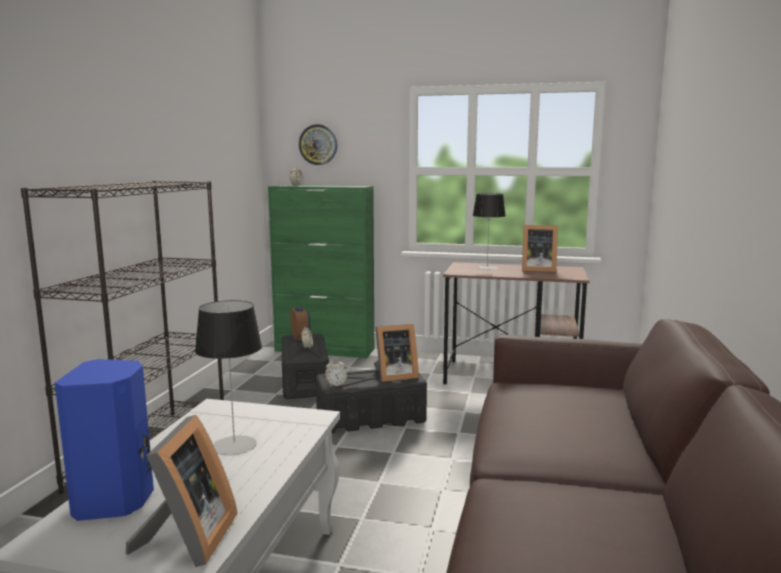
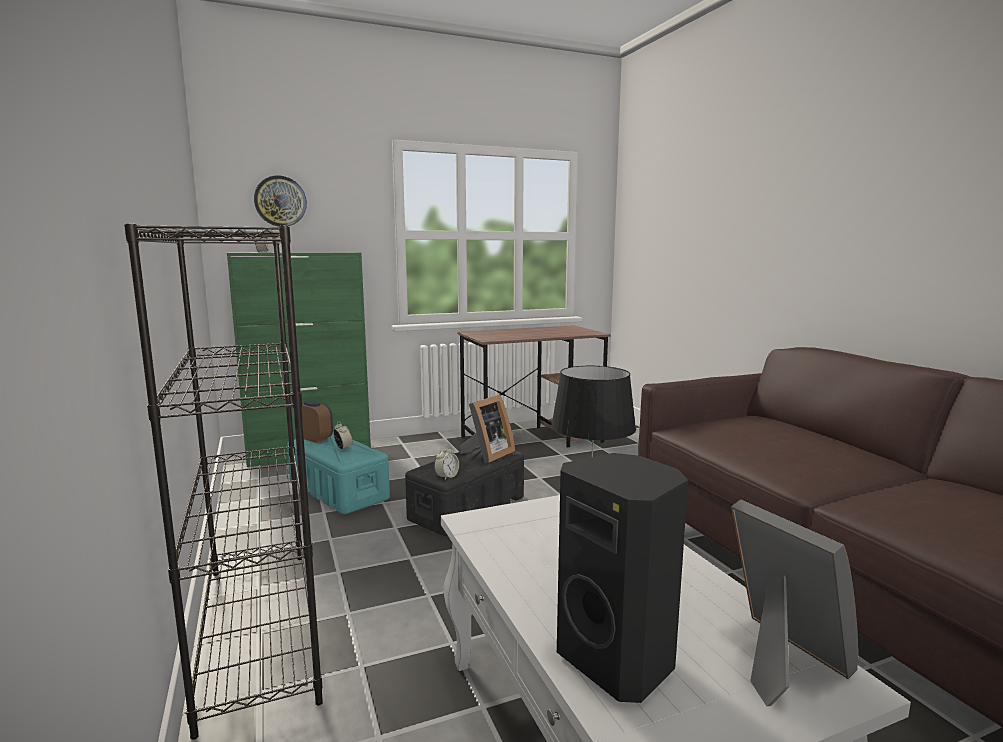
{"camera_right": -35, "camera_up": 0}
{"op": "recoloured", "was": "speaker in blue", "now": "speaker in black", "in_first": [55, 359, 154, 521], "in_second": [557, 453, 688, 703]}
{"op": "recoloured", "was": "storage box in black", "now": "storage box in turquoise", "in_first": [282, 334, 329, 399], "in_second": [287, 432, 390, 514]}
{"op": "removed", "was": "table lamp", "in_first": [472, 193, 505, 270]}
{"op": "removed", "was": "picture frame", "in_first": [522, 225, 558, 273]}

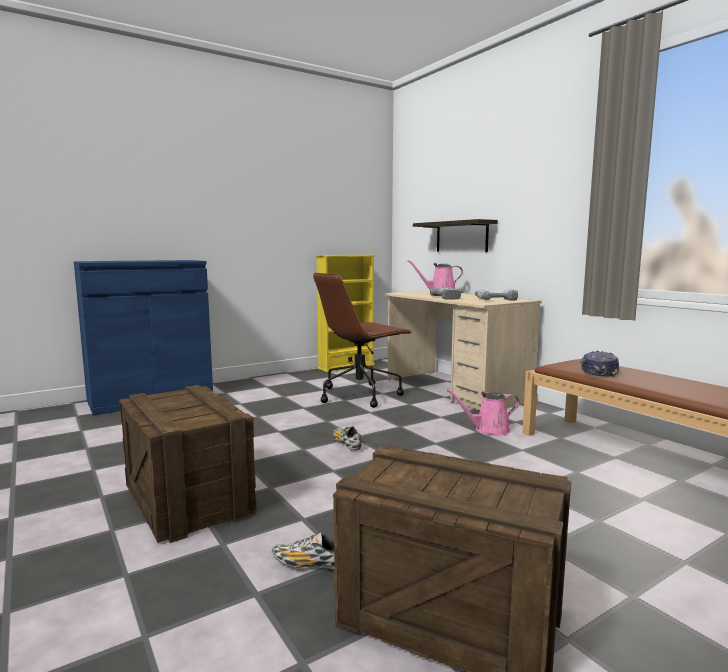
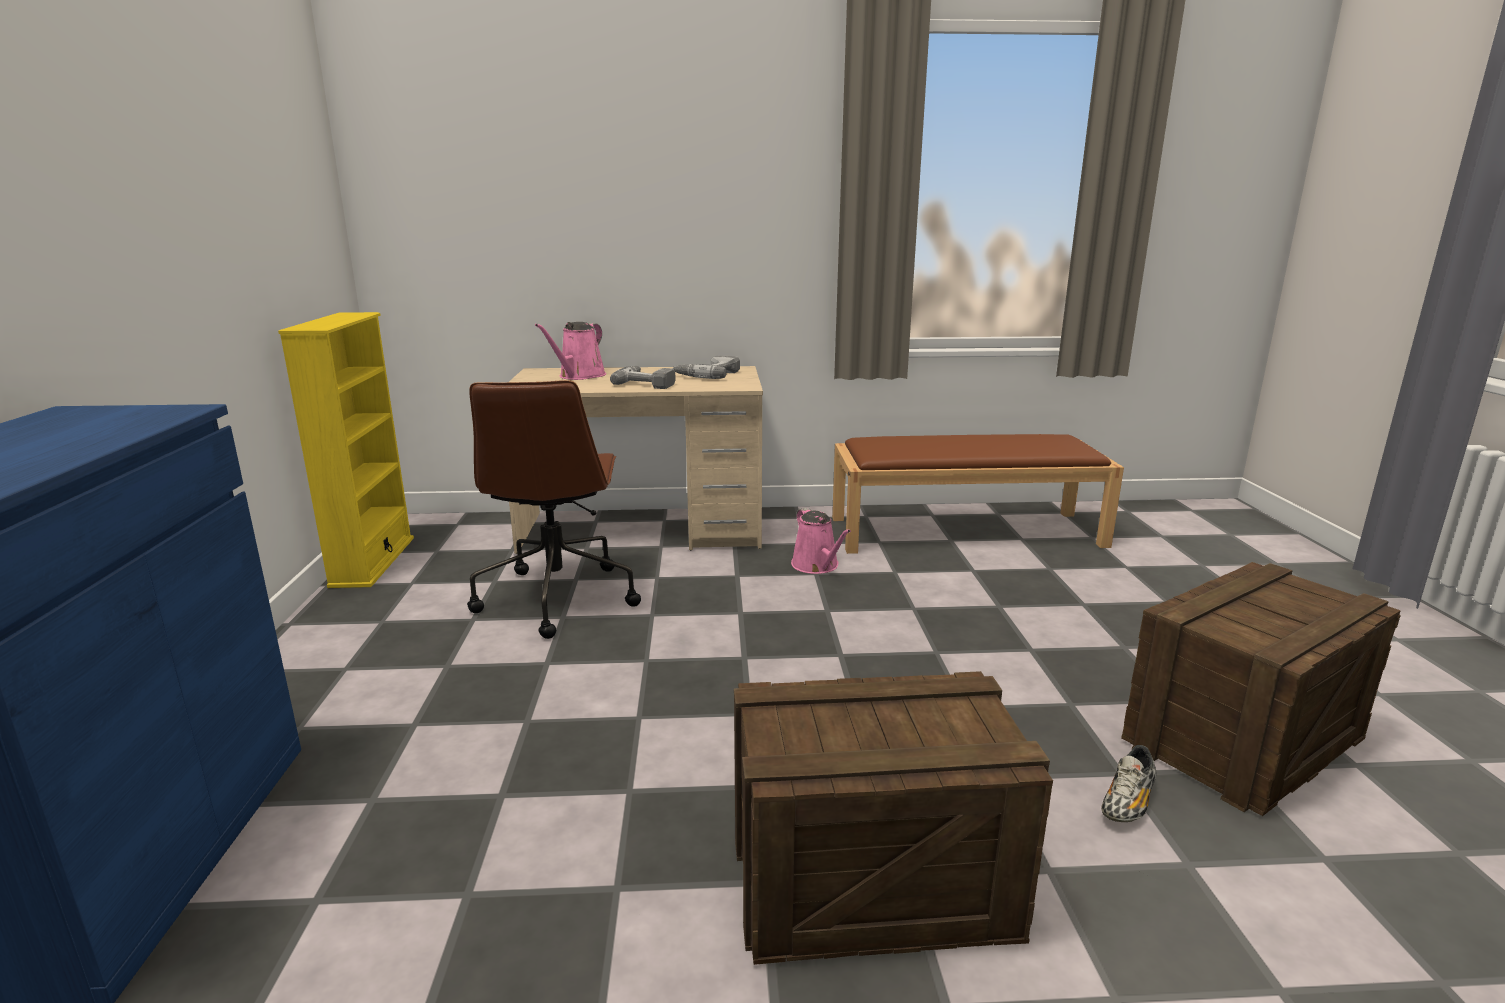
{"camera_right": -60, "camera_up": 10}
{"op": "removed", "was": "shoe", "in_first": [333, 426, 361, 450]}
{"op": "removed", "was": "shelf", "in_first": [413, 219, 498, 252]}
{"op": "turned", "was": "watering can in pink", "in_first": [447, 389, 519, 435], "in_second": [791, 508, 851, 574], "clockwise": -45}
{"op": "removed", "was": "cap", "in_first": [580, 351, 620, 378]}

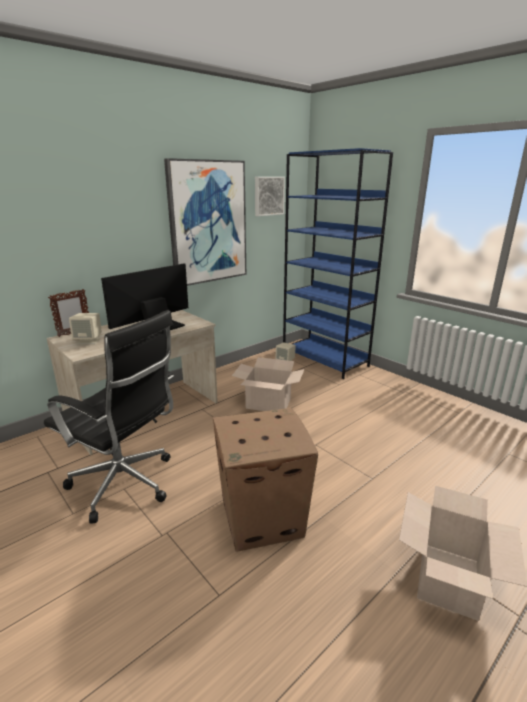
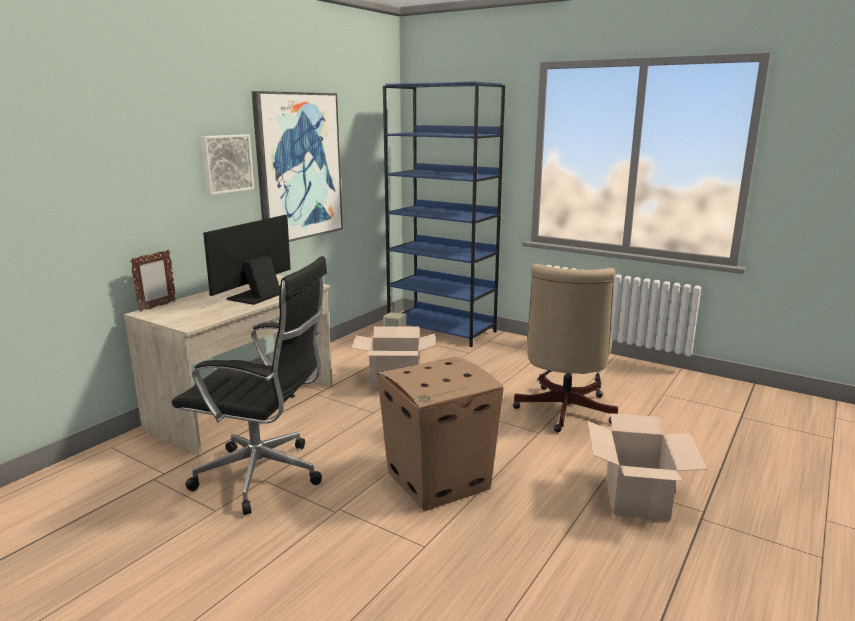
{"camera_right": -15, "camera_up": -5}
{"op": "removed", "was": "speaker in beige", "in_first": [69, 313, 102, 344]}
{"op": "moved", "was": "picture", "in_first": [255, 177, 285, 216], "in_second": [201, 134, 254, 195]}
{"op": "added", "now": "office chair in beige", "in_second": [513, 264, 618, 432]}

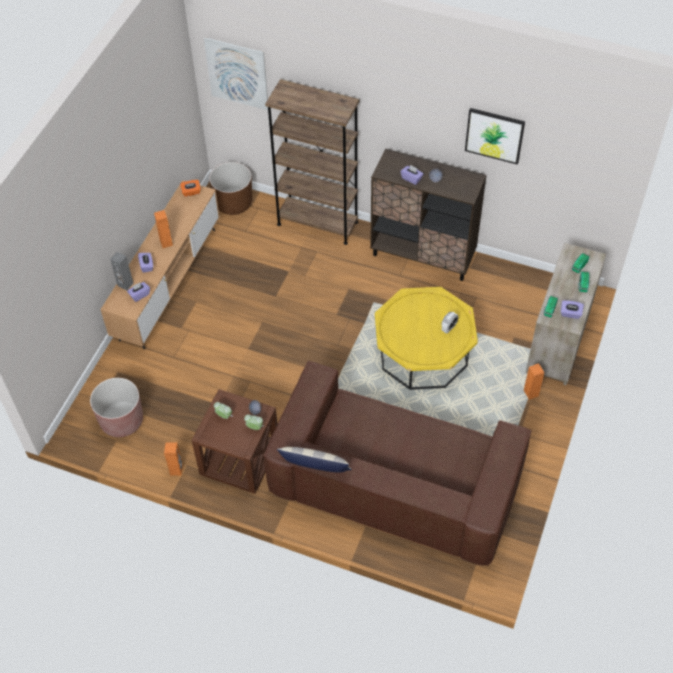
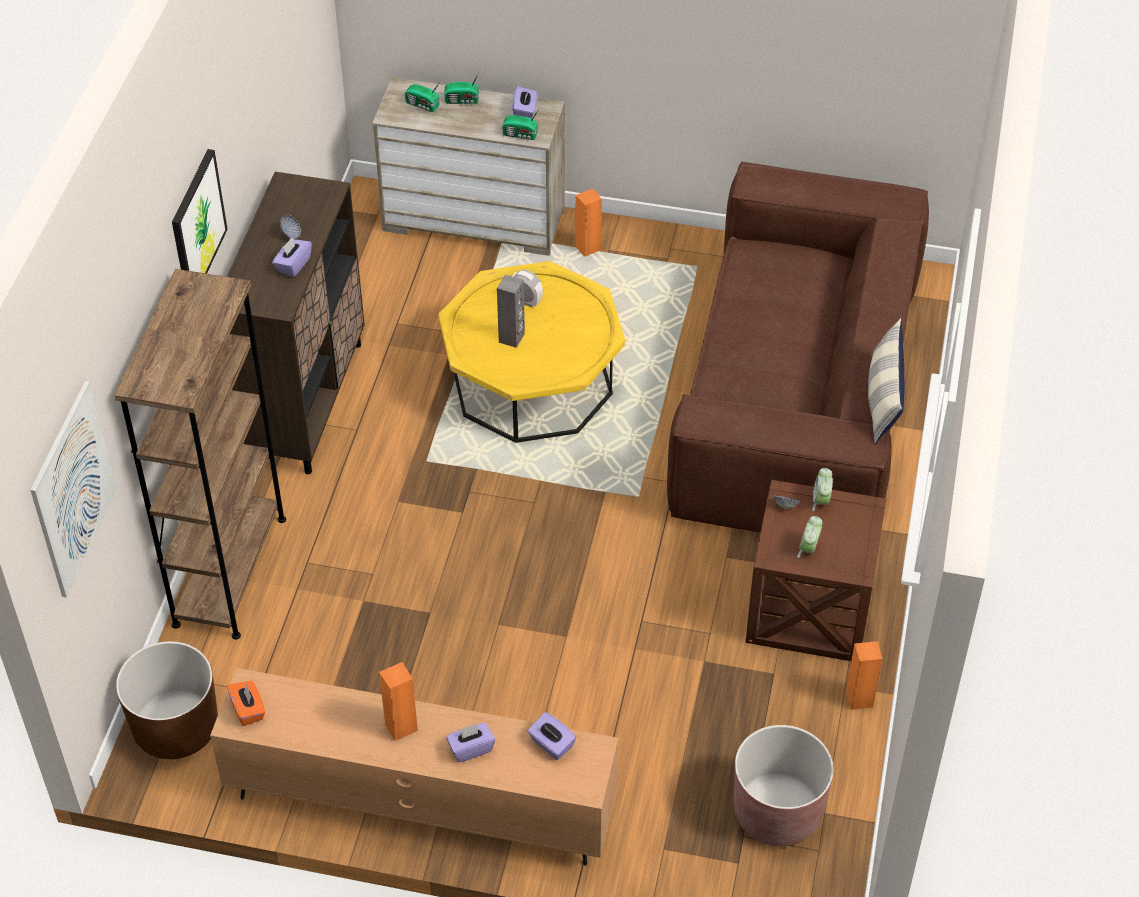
{"camera_right": -100, "camera_up": -5}
{"op": "moved", "was": "speaker in grey", "in_first": [110, 252, 134, 290], "in_second": [497, 275, 525, 348]}
{"op": "moved", "was": "picture", "in_first": [465, 108, 525, 165], "in_second": [172, 149, 228, 274]}

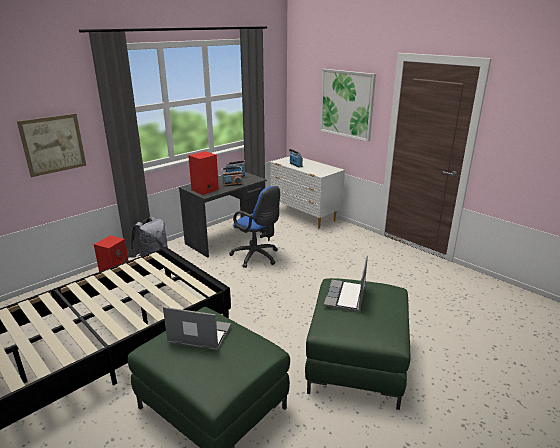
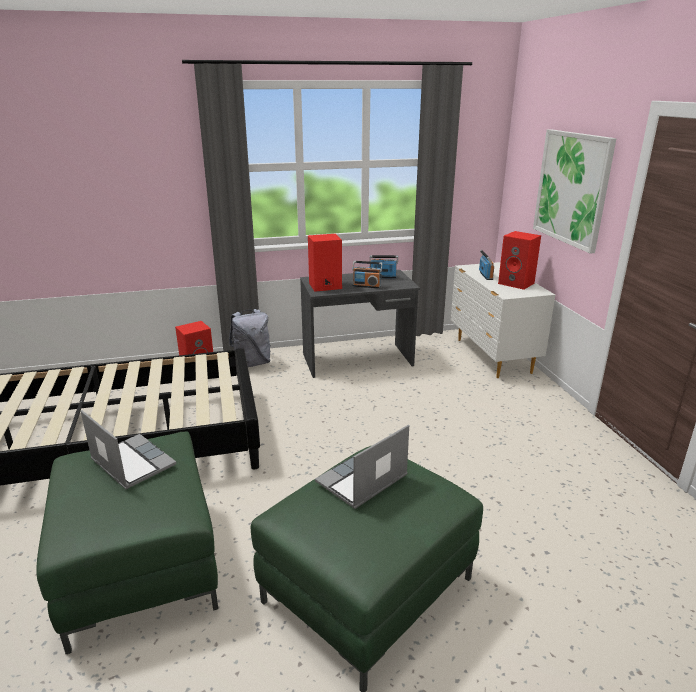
{"camera_right": 30, "camera_up": 0}
{"op": "removed", "was": "picture", "in_first": [17, 113, 86, 177]}
{"op": "removed", "was": "office chair in blue", "in_first": [229, 186, 280, 268]}
{"op": "added", "now": "speaker in red", "in_second": [498, 231, 541, 290]}

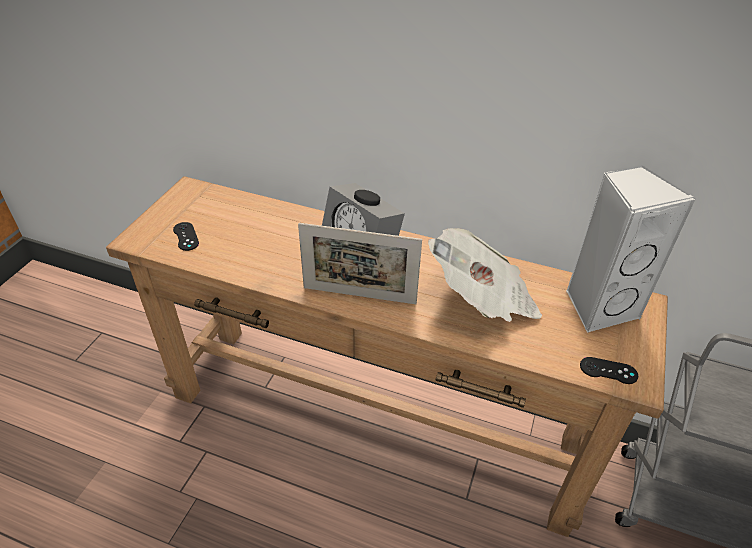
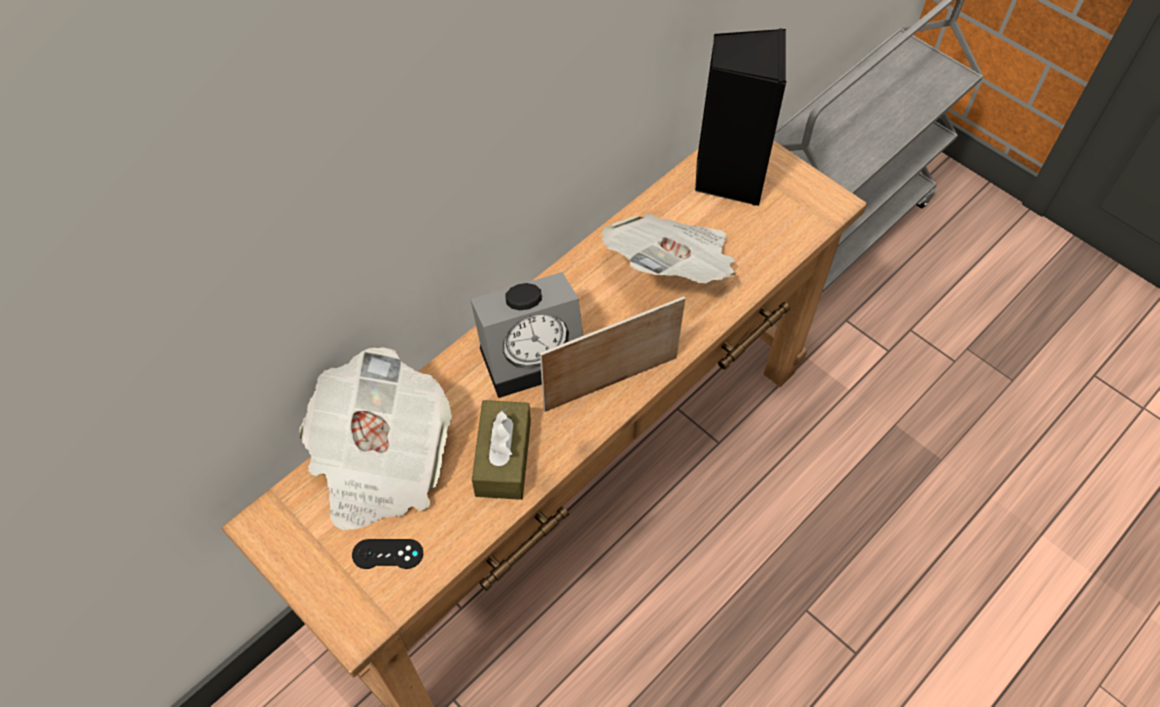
{"camera_right": -65, "camera_up": 15}
{"op": "turned", "was": "picture frame", "in_first": [298, 223, 422, 304], "in_second": [540, 296, 686, 412], "clockwise": -150}
{"op": "recoloured", "was": "speaker in white", "now": "speaker in black", "in_first": [566, 165, 695, 333], "in_second": [695, 29, 786, 206]}
{"op": "removed", "was": "game controller in black", "in_first": [580, 357, 638, 384]}
{"op": "added", "now": "newspaper", "in_second": [300, 347, 452, 531]}
{"op": "added", "now": "tissue box in brown", "in_second": [472, 400, 531, 500]}

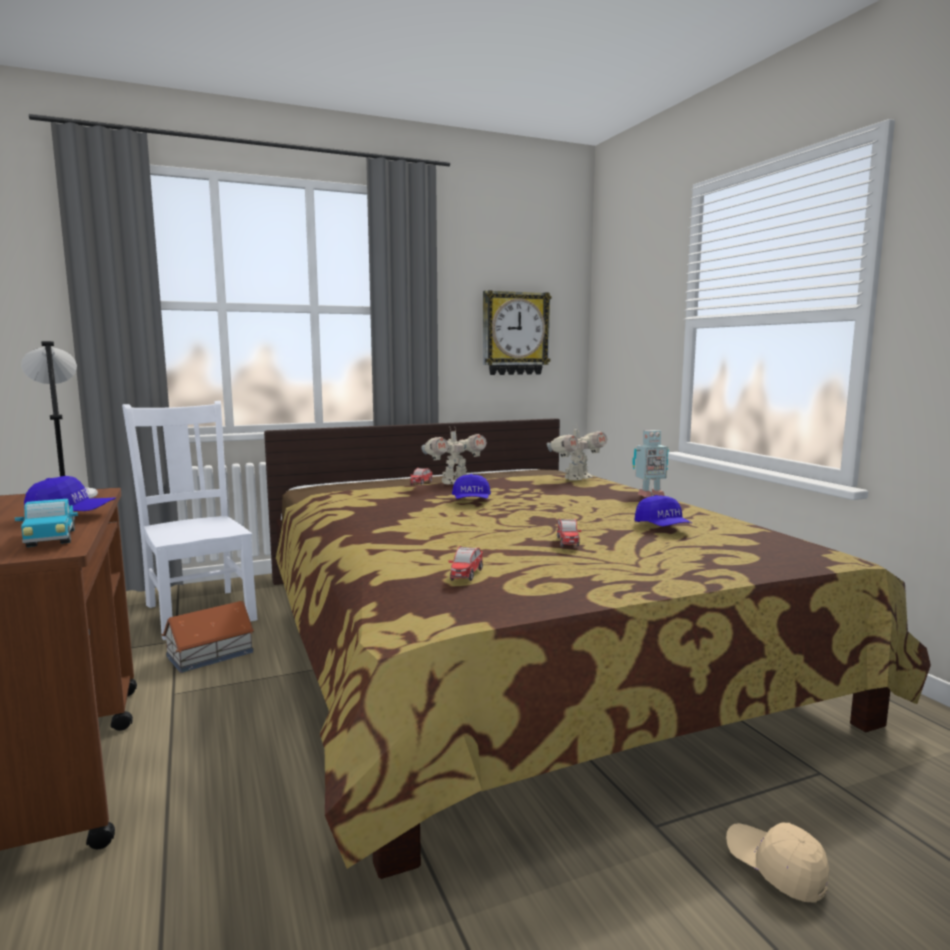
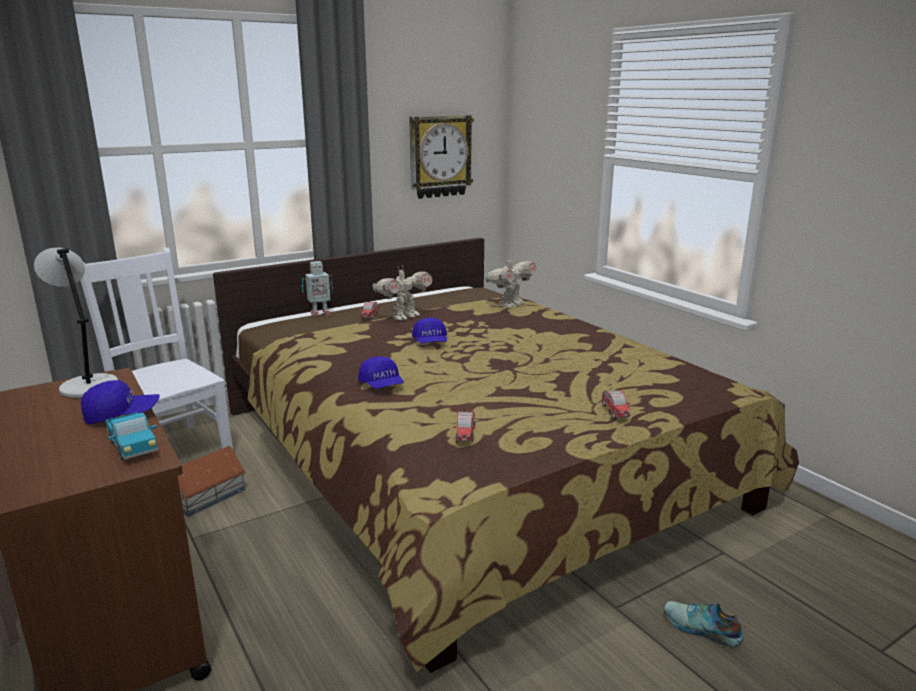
{"camera_right": -10, "camera_up": 10}
{"op": "moved", "was": "toy car", "in_first": [557, 519, 581, 548], "in_second": [602, 390, 631, 420]}
{"op": "moved", "was": "toy robot", "in_first": [633, 430, 669, 497], "in_second": [301, 261, 333, 317]}
{"op": "moved", "was": "cap in blue", "in_first": [635, 495, 692, 526], "in_second": [358, 356, 404, 389]}
{"op": "replaced", "was": "cap in beige", "now": "shoe", "in_first": [726, 823, 829, 903], "in_second": [664, 601, 743, 647]}

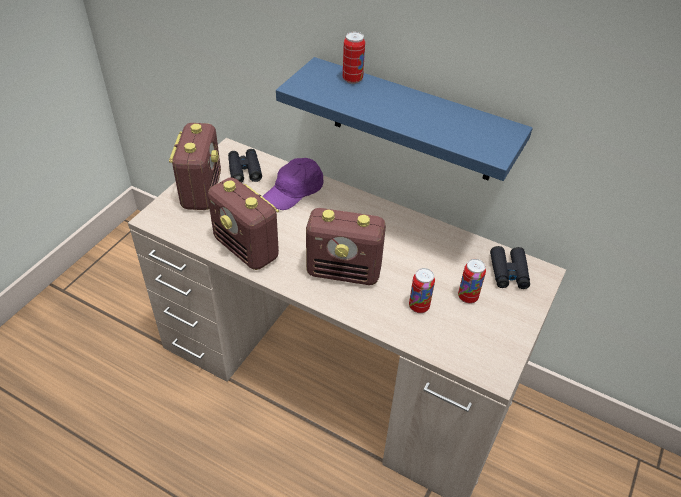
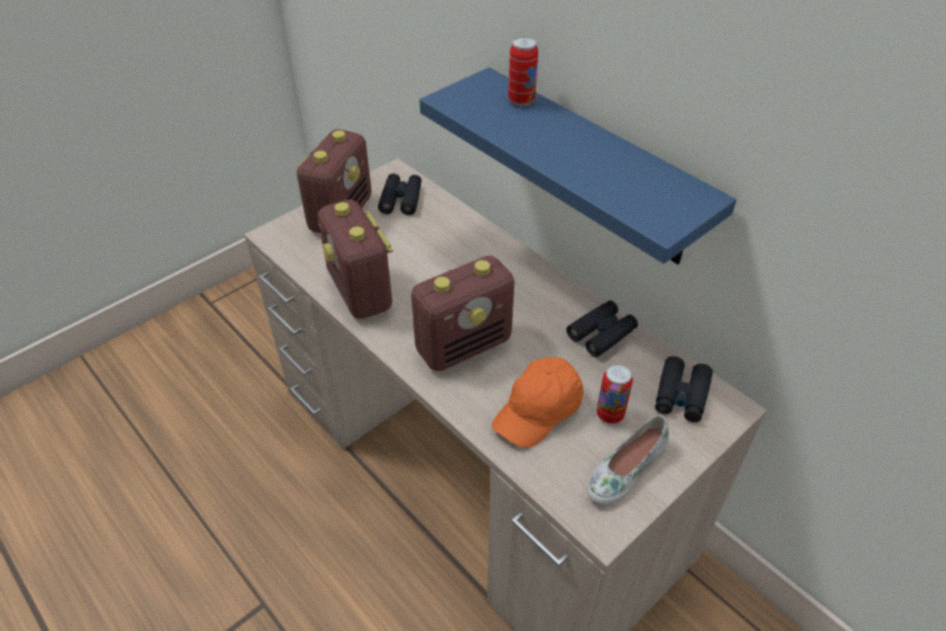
{"camera_right": 20, "camera_up": 0}
{"op": "removed", "was": "cap in purple", "in_first": [262, 158, 323, 210]}
{"op": "turned", "was": "radio", "in_first": [306, 208, 386, 285], "in_second": [411, 255, 515, 371], "clockwise": -60}
{"op": "replaced", "was": "can", "now": "cap in orange", "in_first": [409, 268, 435, 313], "in_second": [492, 357, 583, 448]}
{"op": "added", "now": "binoculars in black", "in_second": [566, 300, 638, 357]}
{"op": "added", "now": "shoe in white", "in_second": [587, 415, 669, 505]}

